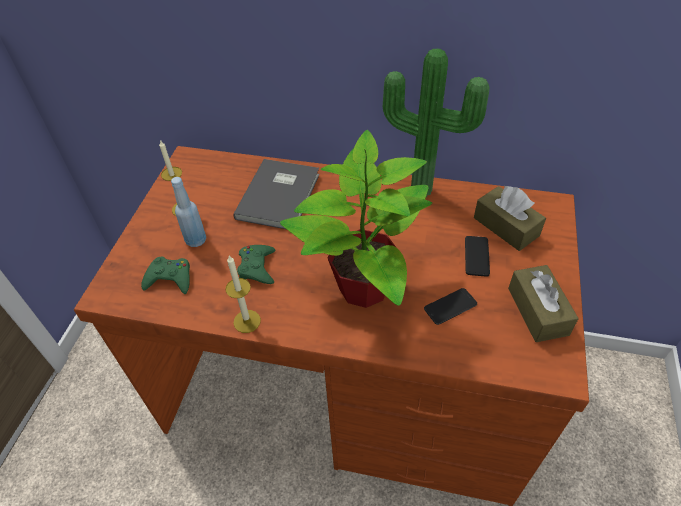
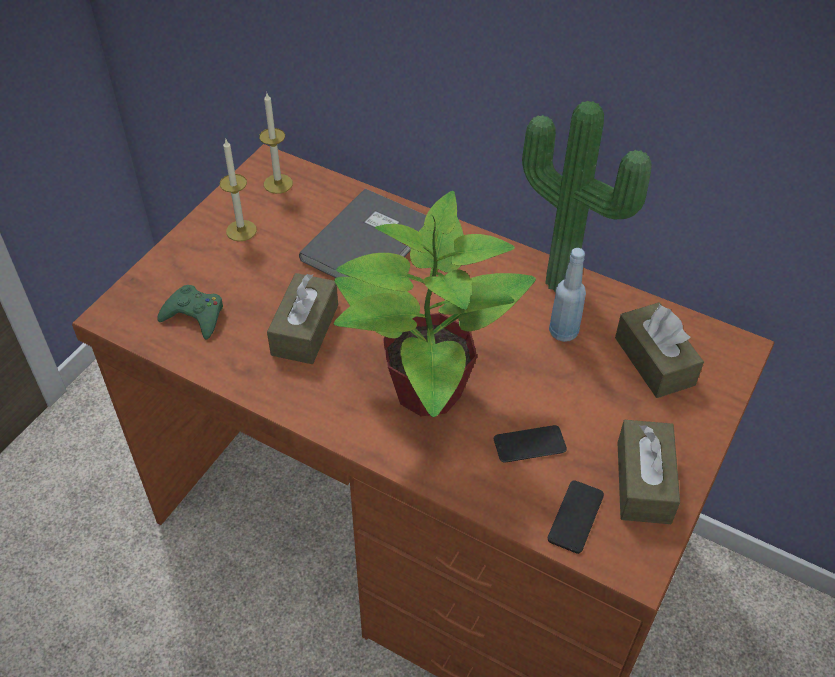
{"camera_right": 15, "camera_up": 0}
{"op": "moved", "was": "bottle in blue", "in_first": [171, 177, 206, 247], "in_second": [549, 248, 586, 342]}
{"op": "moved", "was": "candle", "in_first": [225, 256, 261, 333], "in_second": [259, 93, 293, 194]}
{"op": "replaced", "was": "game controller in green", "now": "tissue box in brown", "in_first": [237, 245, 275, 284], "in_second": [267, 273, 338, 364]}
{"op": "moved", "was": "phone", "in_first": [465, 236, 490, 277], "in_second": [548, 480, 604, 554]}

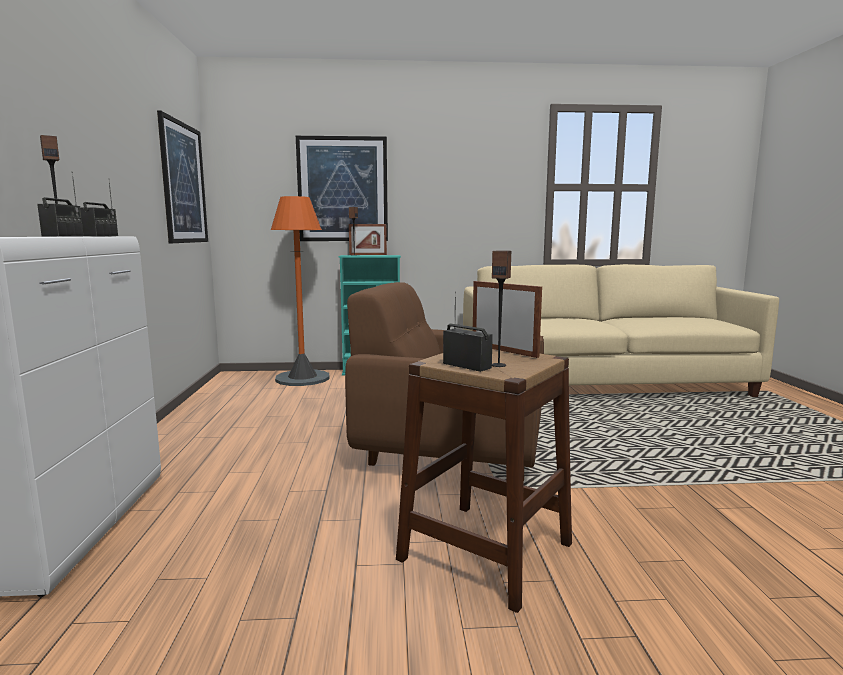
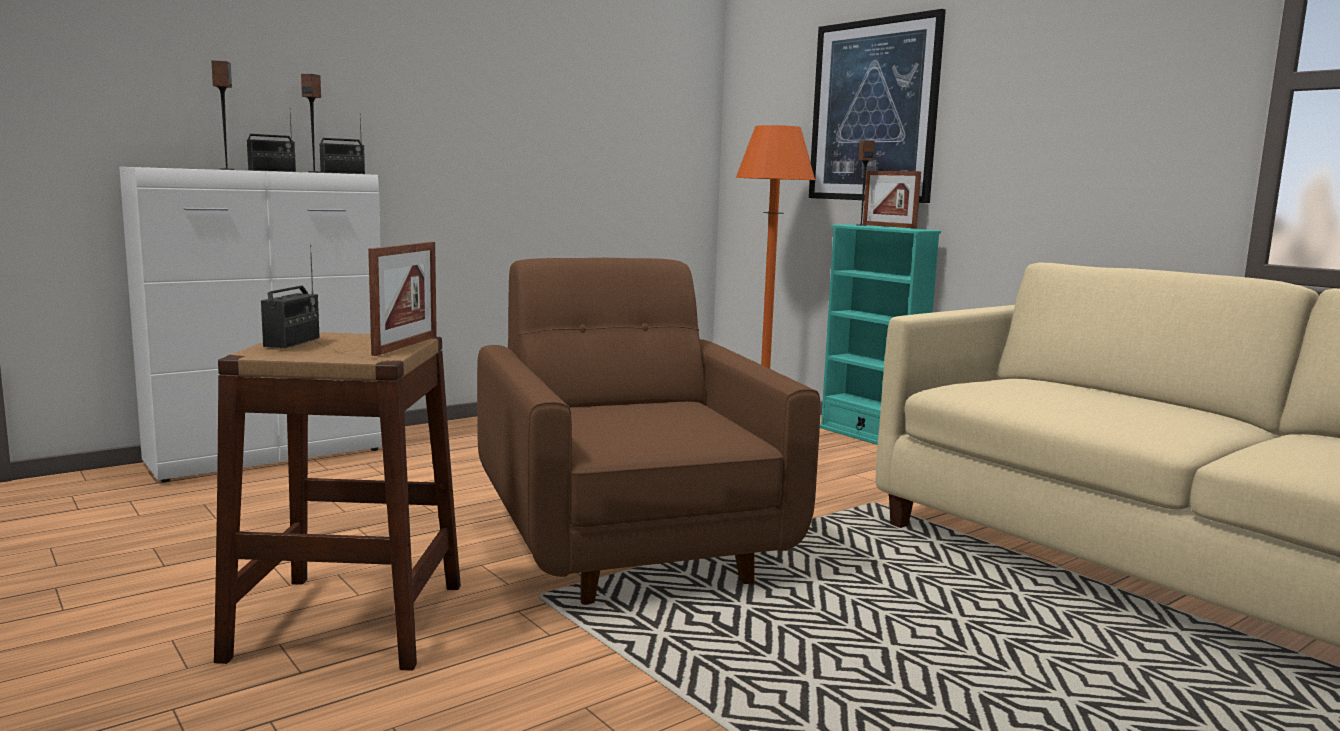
{"camera_right": 55, "camera_up": 0}
{"op": "removed", "was": "picture", "in_first": [157, 110, 208, 243]}
{"op": "moved", "was": "speaker", "in_first": [492, 250, 511, 367], "in_second": [211, 60, 234, 170]}

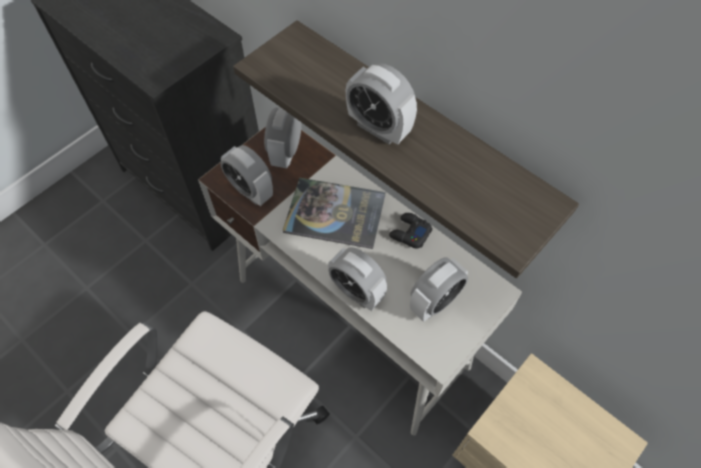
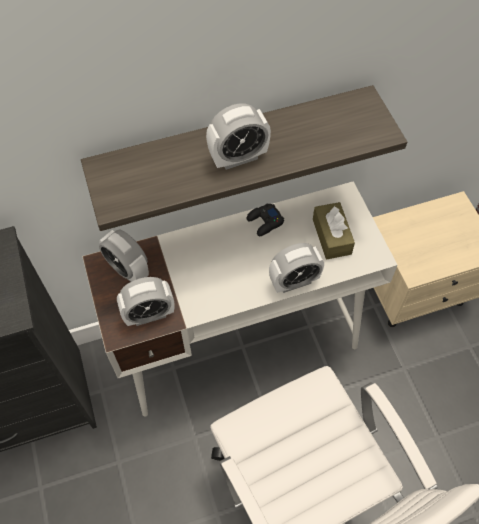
{"camera_right": -60, "camera_up": 0}
{"op": "removed", "was": "book", "in_first": [283, 178, 385, 249]}
{"op": "replaced", "was": "alarm clock", "now": "tissue box in brown", "in_first": [410, 257, 468, 322], "in_second": [313, 202, 355, 259]}

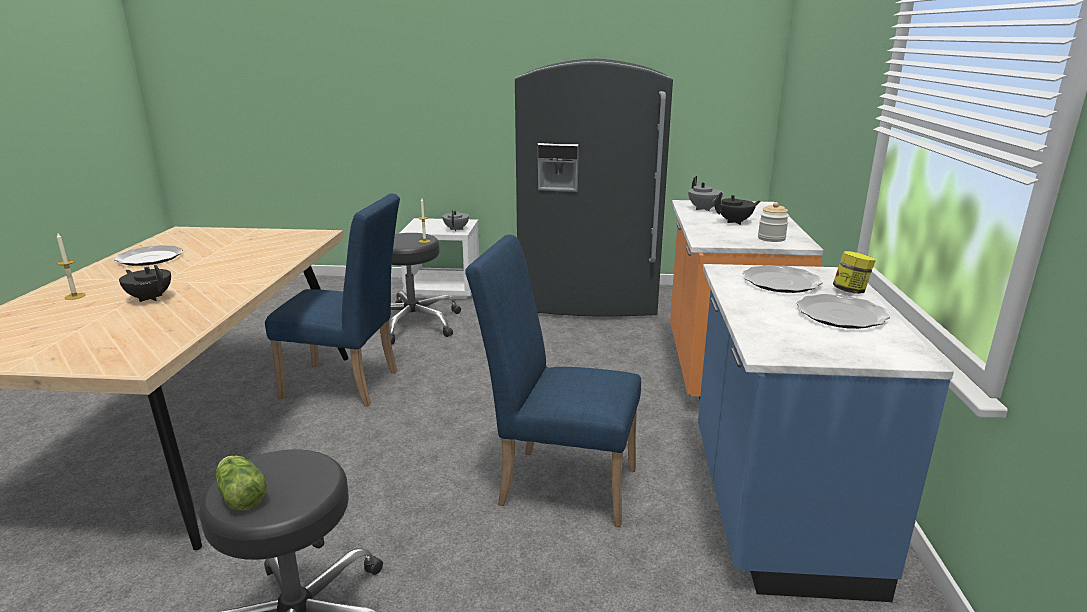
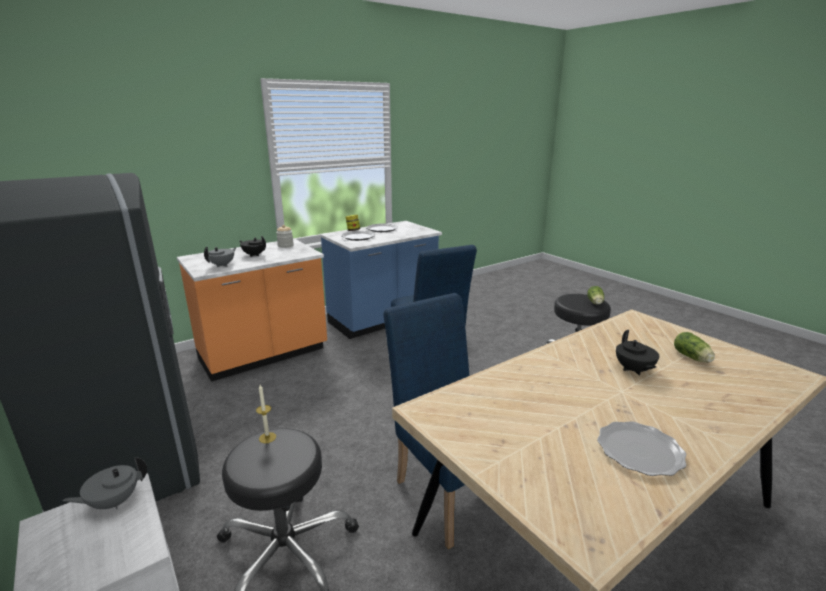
{"camera_right": -130, "camera_up": 0}
{"op": "removed", "was": "candle", "in_first": [56, 232, 85, 300]}
{"op": "added", "now": "lettuce", "in_second": [674, 332, 715, 363]}

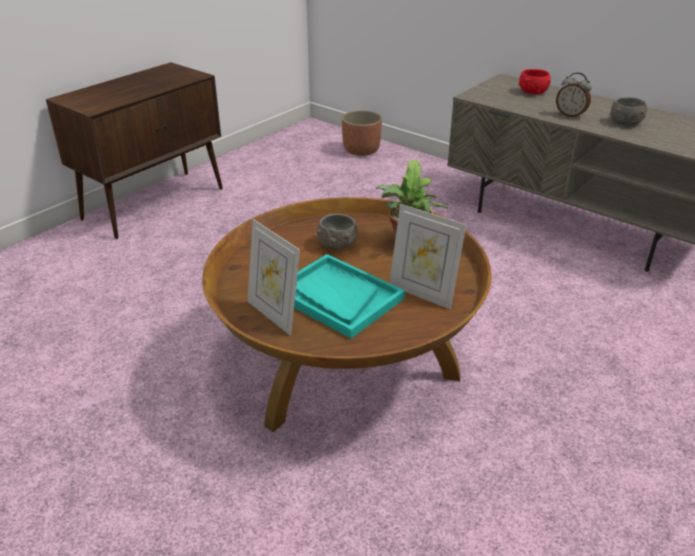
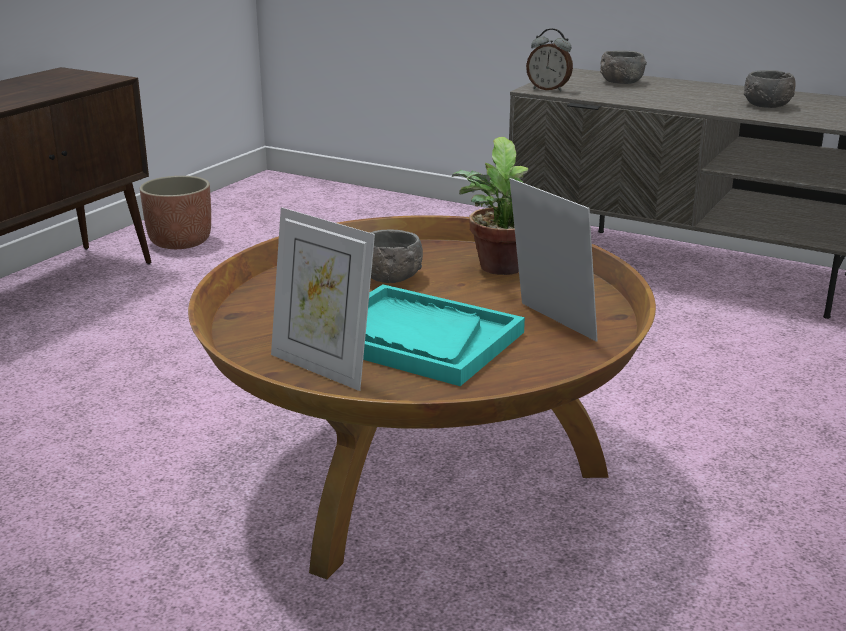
{"camera_right": -10, "camera_up": -10}
{"op": "moved", "was": "planter", "in_first": [342, 110, 382, 156], "in_second": [140, 176, 211, 249]}
{"op": "turned", "was": "picture frame", "in_first": [389, 204, 466, 309], "in_second": [510, 178, 598, 342], "clockwise": -150}
{"op": "recoloured", "was": "bowl in red", "now": "bowl in grey", "in_first": [519, 69, 551, 94], "in_second": [600, 50, 647, 84]}
{"op": "moved", "was": "alarm clock", "in_first": [556, 72, 592, 118], "in_second": [526, 28, 573, 92]}

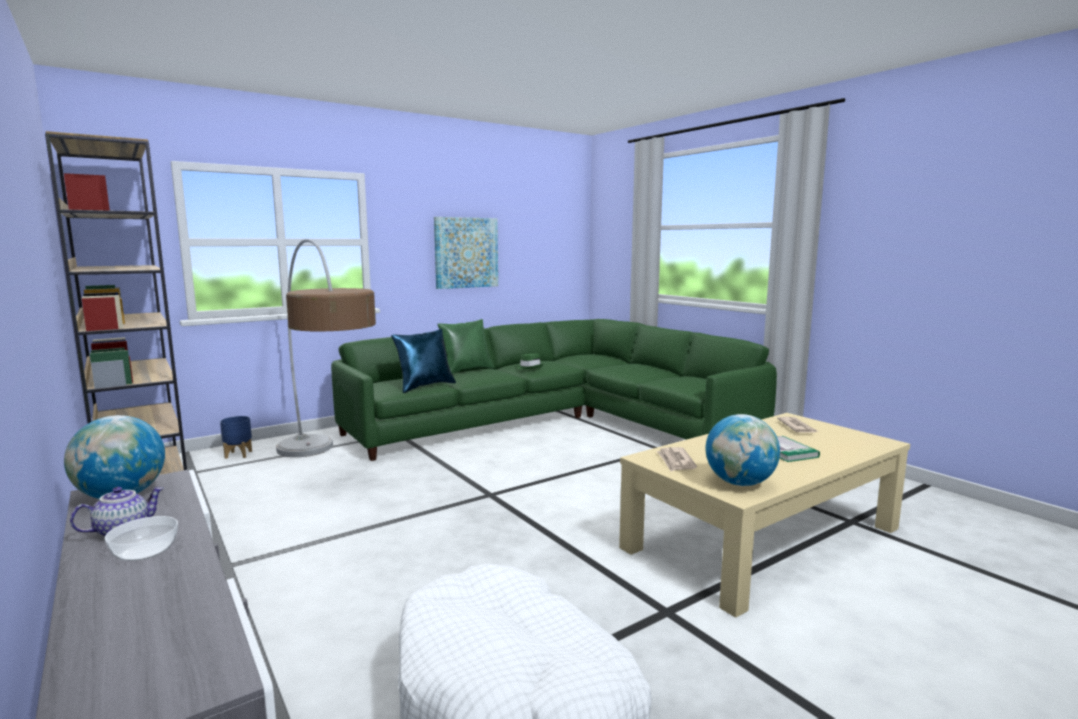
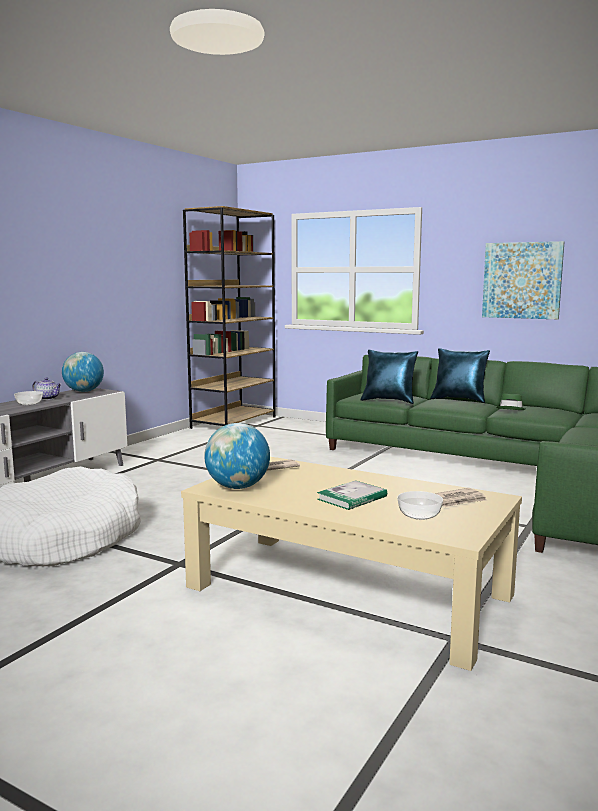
{"camera_right": 65, "camera_up": 0}
{"op": "removed", "was": "planter in blue", "in_first": [220, 416, 252, 459]}
{"op": "removed", "was": "floor lamp", "in_first": [276, 239, 376, 457]}
{"op": "recoloured", "was": "pillow in green", "now": "pillow in blue", "in_first": [437, 319, 494, 374], "in_second": [430, 348, 490, 403]}
{"op": "added", "now": "bowl", "in_second": [397, 491, 443, 520]}

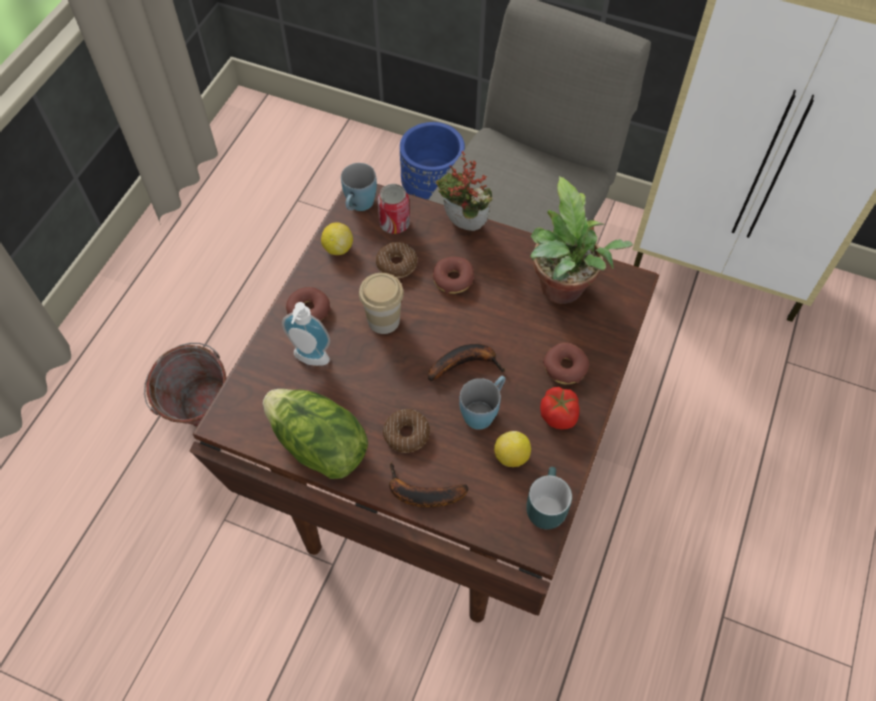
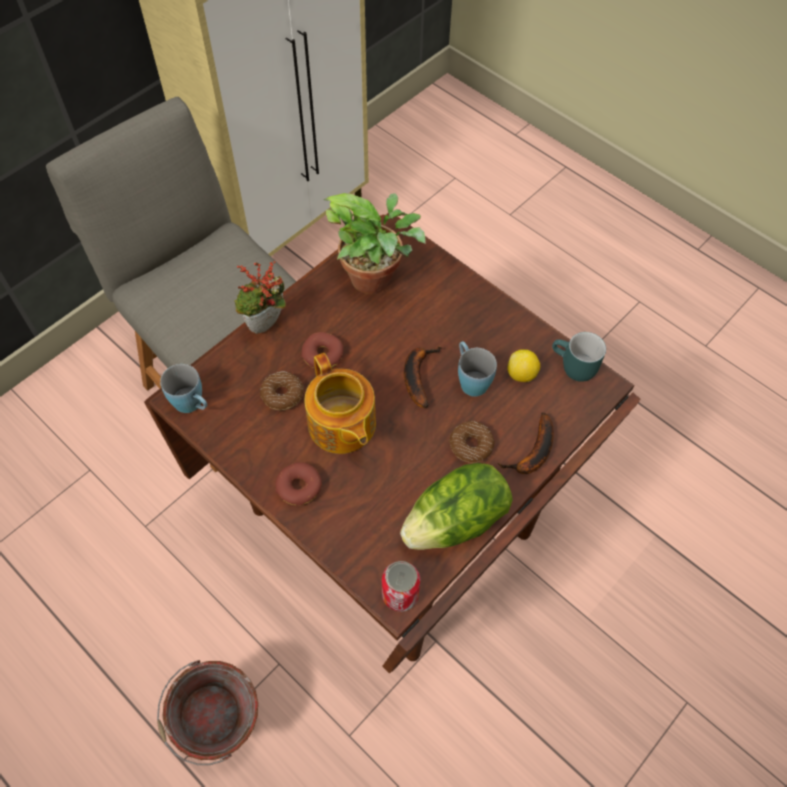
{"camera_right": -70, "camera_up": 0}
{"op": "removed", "was": "soap dispenser", "in_first": [282, 302, 330, 366]}
{"op": "removed", "was": "lemon", "in_first": [321, 223, 353, 255]}
{"op": "replaced", "was": "cup", "now": "teapot", "in_first": [359, 273, 404, 334], "in_second": [304, 353, 376, 454]}
{"op": "moved", "was": "can", "in_first": [377, 184, 410, 234], "in_second": [382, 561, 420, 612]}
{"op": "removed", "was": "planter in blue", "in_first": [400, 122, 465, 200]}
{"op": "removed", "was": "tomato", "in_first": [540, 387, 580, 430]}
{"op": "removed", "was": "donut", "in_first": [543, 342, 589, 384]}

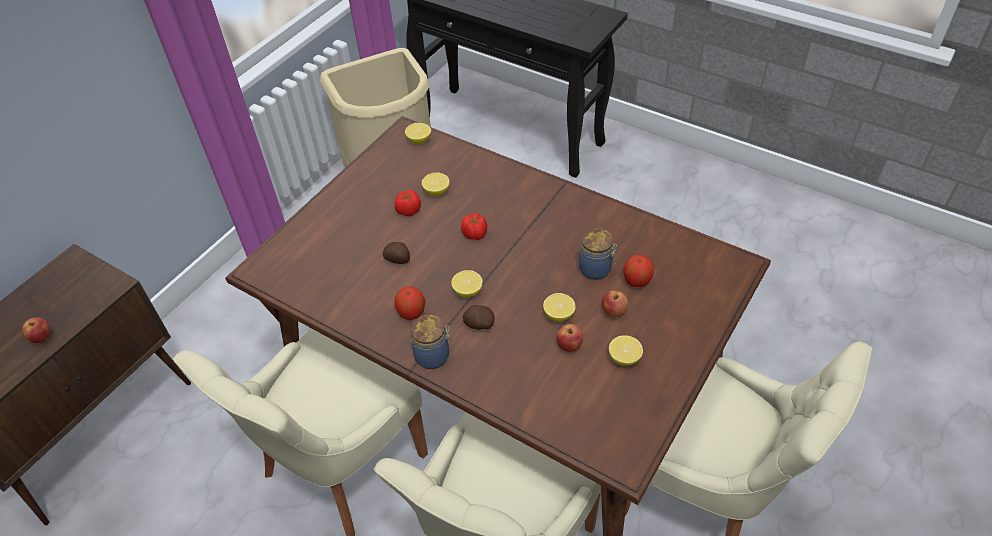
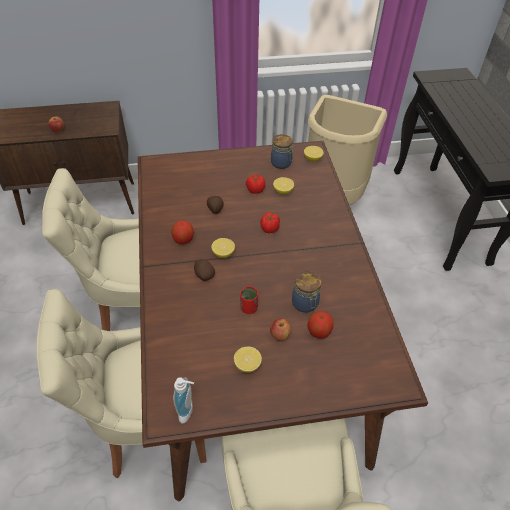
{"camera_right": 45, "camera_up": 0}
{"op": "moved", "was": "jar", "in_first": [410, 315, 453, 369], "in_second": [271, 134, 293, 169]}
{"op": "replaced", "was": "lemon", "now": "cup in red", "in_first": [543, 293, 575, 322], "in_second": [240, 286, 258, 314]}
{"op": "removed", "was": "apple", "in_first": [556, 324, 583, 352]}
{"op": "added", "now": "soap dispenser", "in_second": [174, 377, 194, 424]}

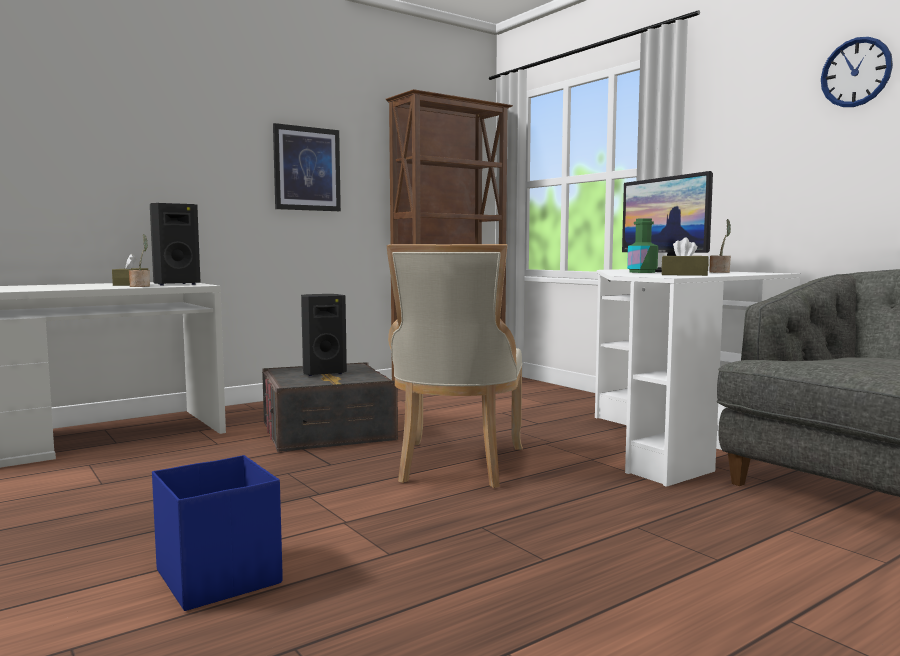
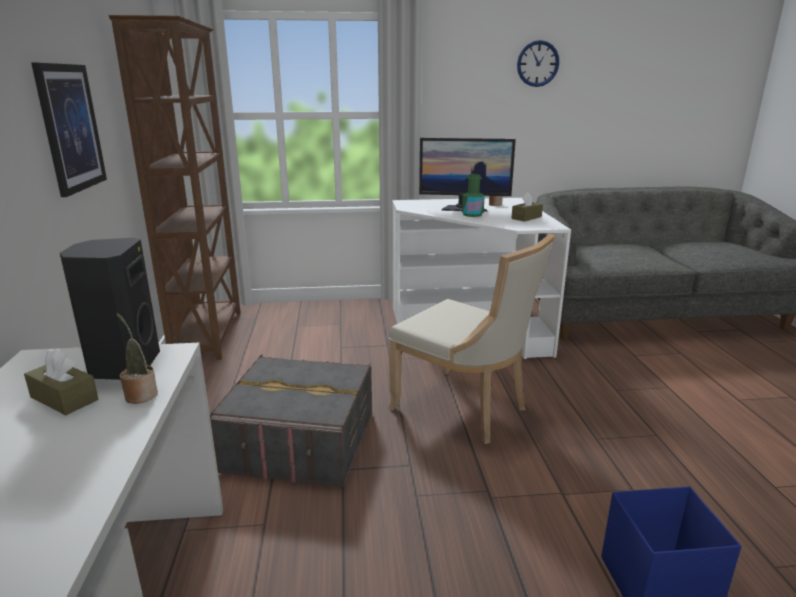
{"camera_right": -60, "camera_up": 15}
{"op": "removed", "was": "speaker in black", "in_first": [301, 294, 347, 376]}

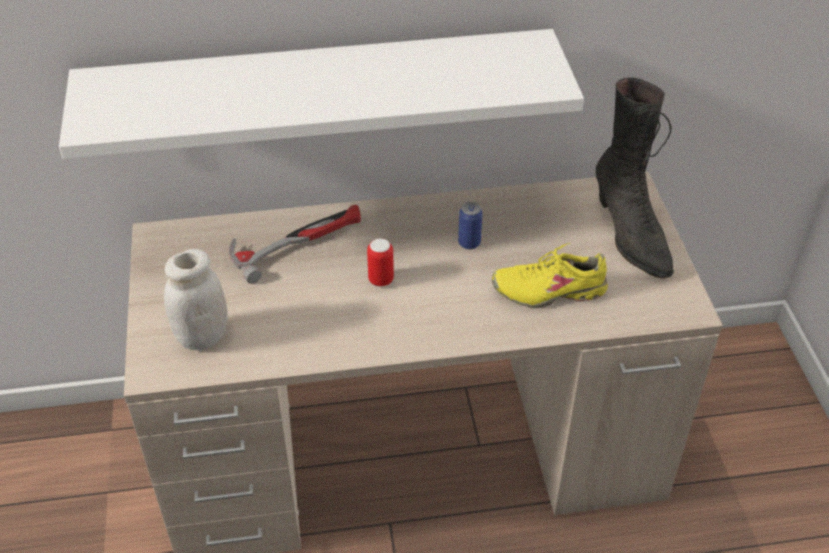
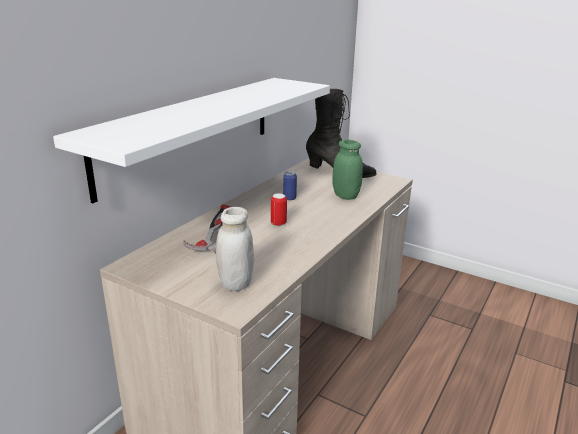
{"camera_right": -50, "camera_up": -20}
{"op": "replaced", "was": "shoe in yellow", "now": "jar in green", "in_first": [492, 243, 608, 308], "in_second": [332, 140, 363, 200]}

